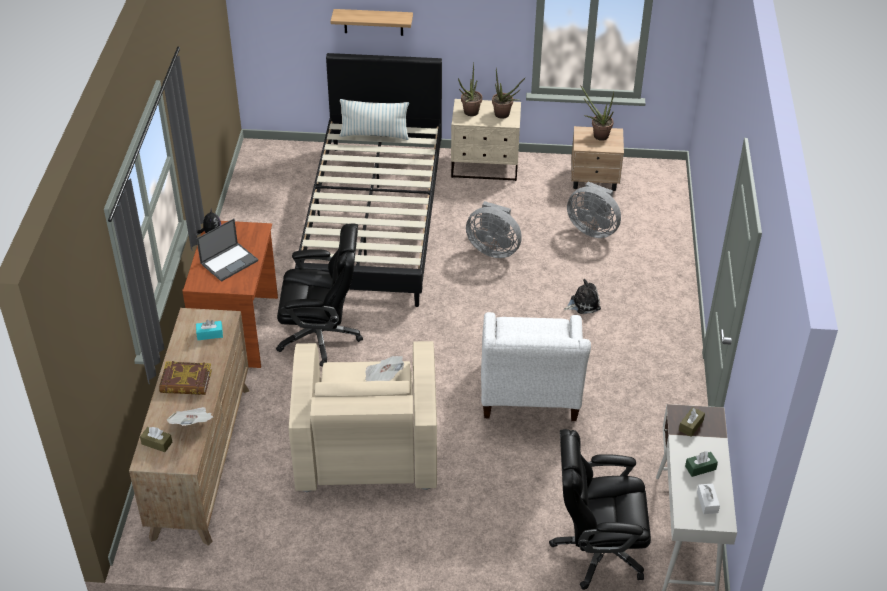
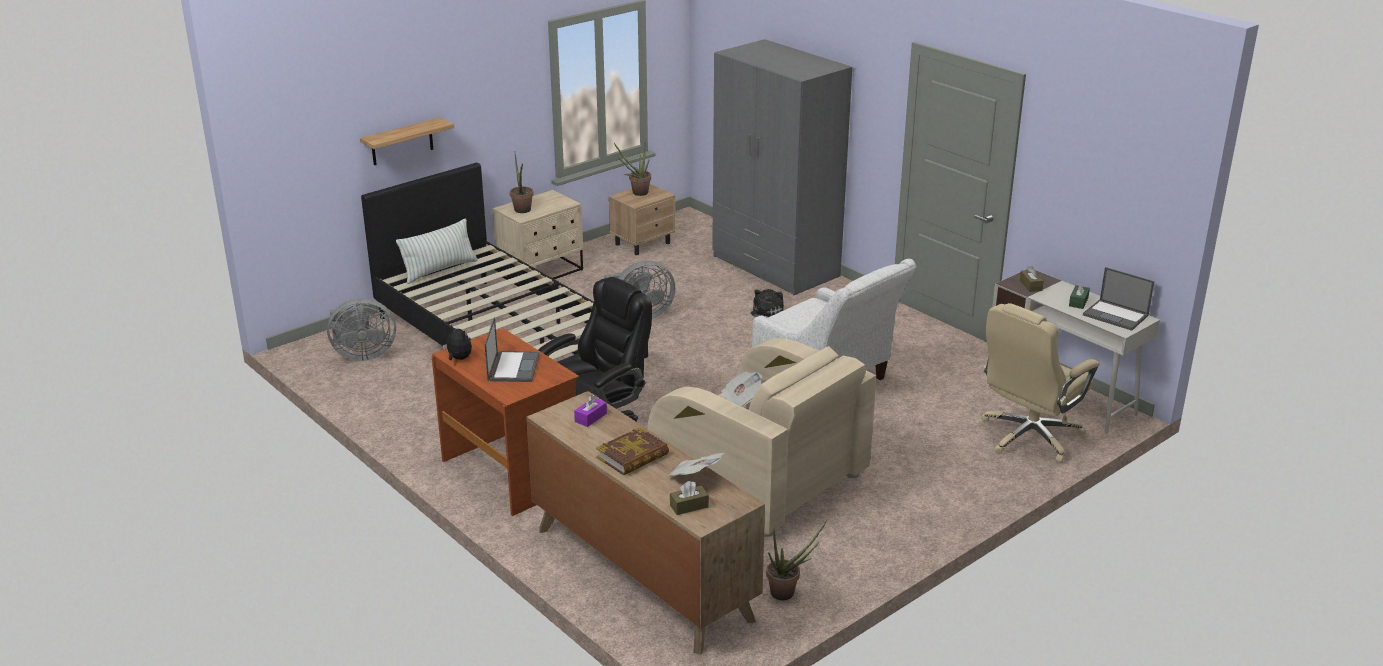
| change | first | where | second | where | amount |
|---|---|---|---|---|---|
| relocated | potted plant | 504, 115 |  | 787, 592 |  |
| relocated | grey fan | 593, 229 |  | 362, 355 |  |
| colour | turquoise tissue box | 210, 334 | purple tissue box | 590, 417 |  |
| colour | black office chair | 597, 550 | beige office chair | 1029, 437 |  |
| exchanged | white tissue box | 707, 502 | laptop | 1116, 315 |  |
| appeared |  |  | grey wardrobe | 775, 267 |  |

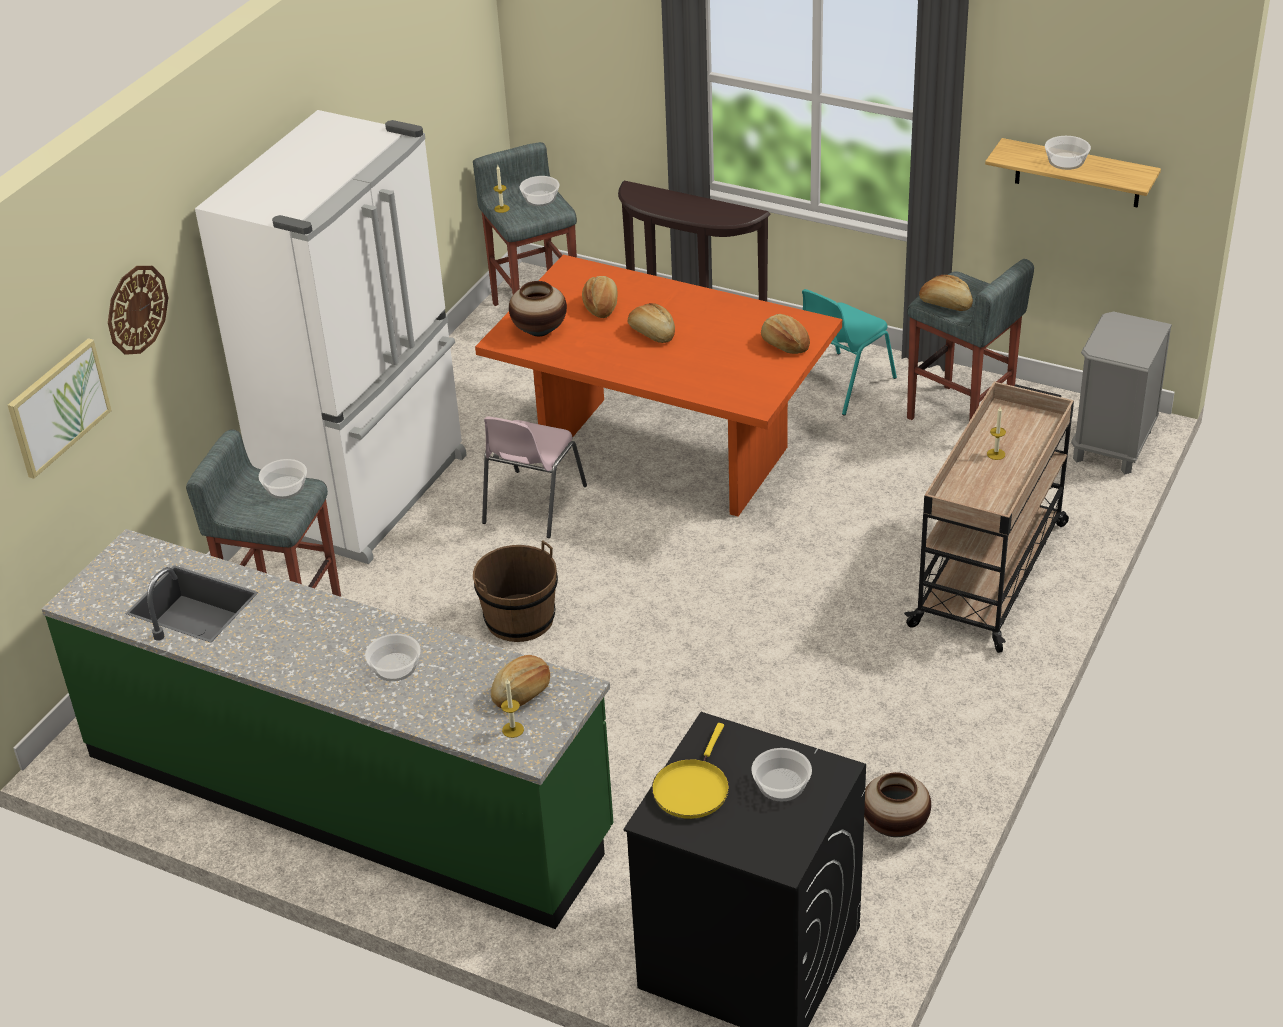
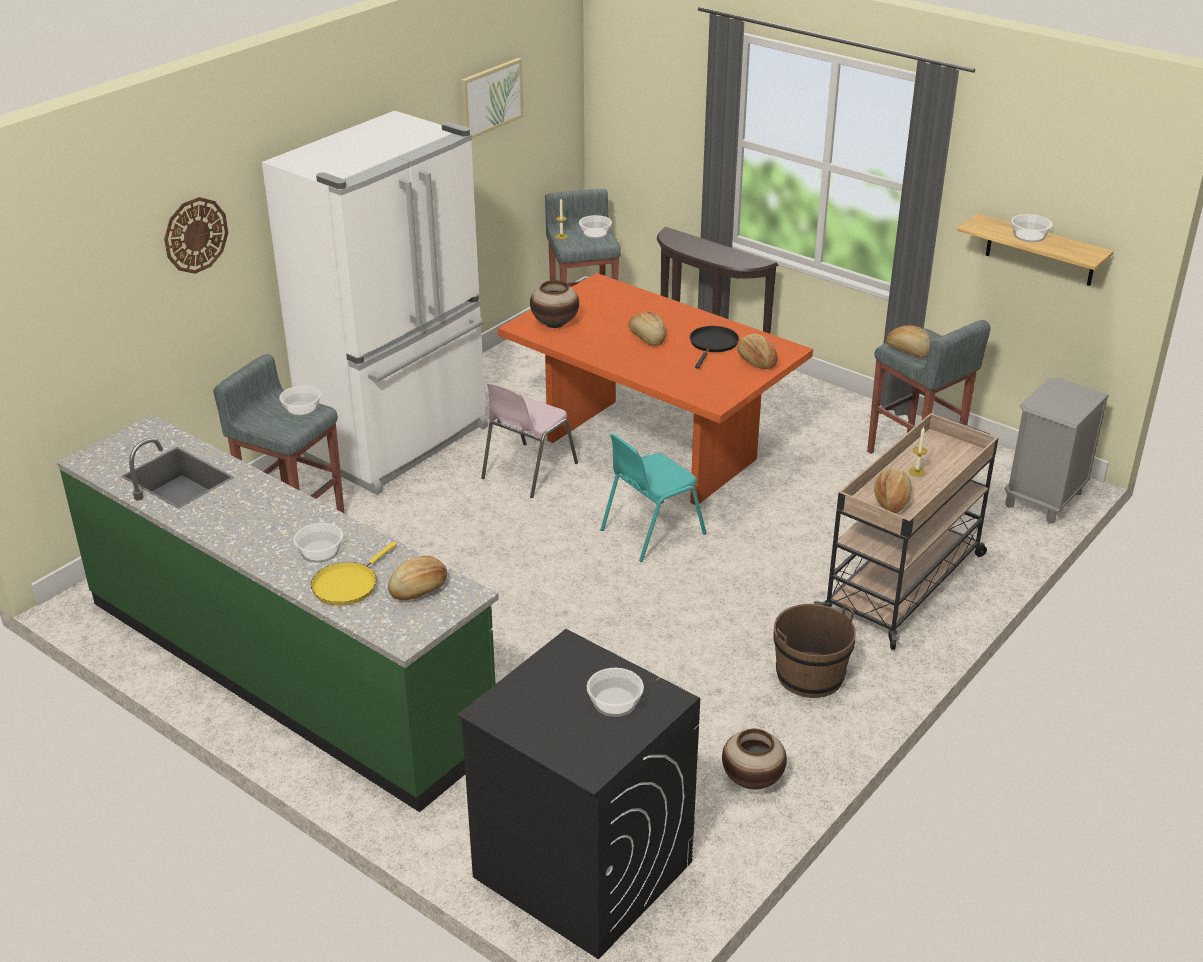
| change | first | where | second | where | amount |
|---|---|---|---|---|---|
| relocated | bread | 602, 306 |  | 892, 500 |  |
| relocated | turquoise chair | 840, 384 |  | 650, 532 |  |
| relocated | picture | 58, 407 |  | 491, 98 |  |
| relocated | brown bucket | 520, 619 |  | 810, 676 |  |
| missing | candle | 513, 729 |  |  |  |
| relocated | yellow frying pan | 692, 788 |  | 347, 585 |  |
| appeared |  |  | black frying pan | 713, 344 |  |

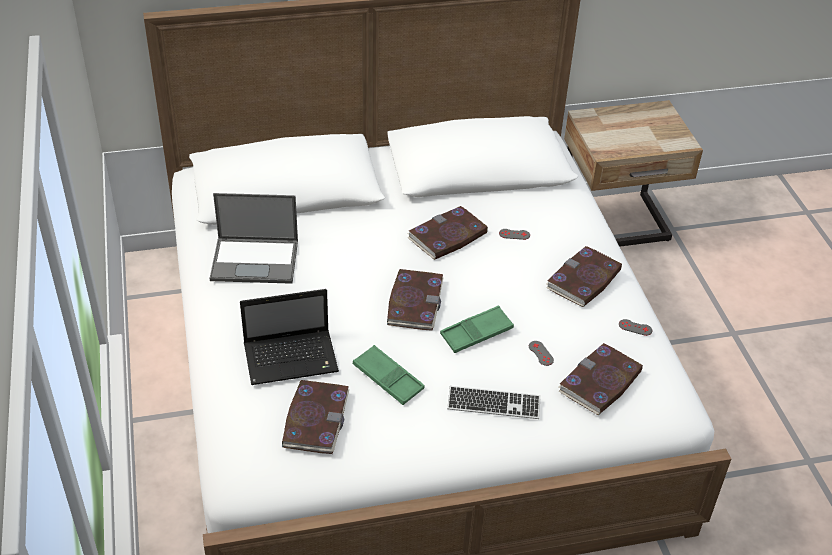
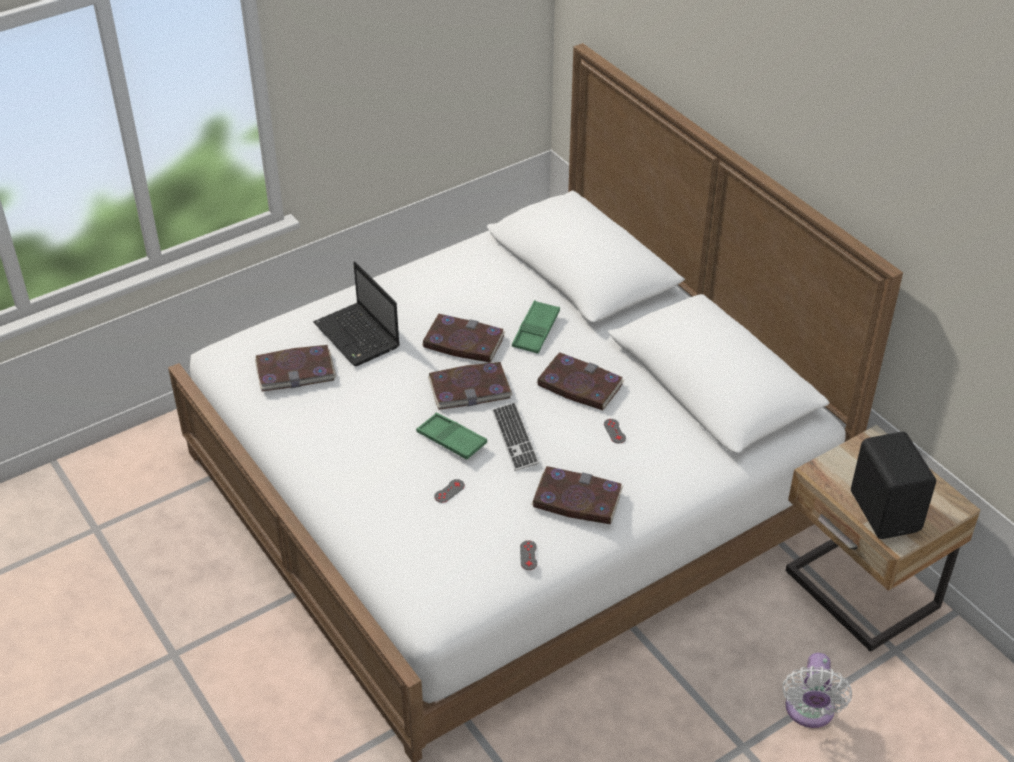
| change | first | where | second | where | amount |
|---|---|---|---|---|---|
| missing | laptop | 256, 260 |  |  |  |
| relocated | book | 600, 382 |  | 463, 342 |  |
| relocated | green tray | 388, 379 |  | 536, 331 |  |
| relocated | keyboard | 493, 404 |  | 515, 438 |  |
| appeared |  |  | black speaker | 886, 511 |  |
| appeared |  |  | white fan | 809, 712 |  |

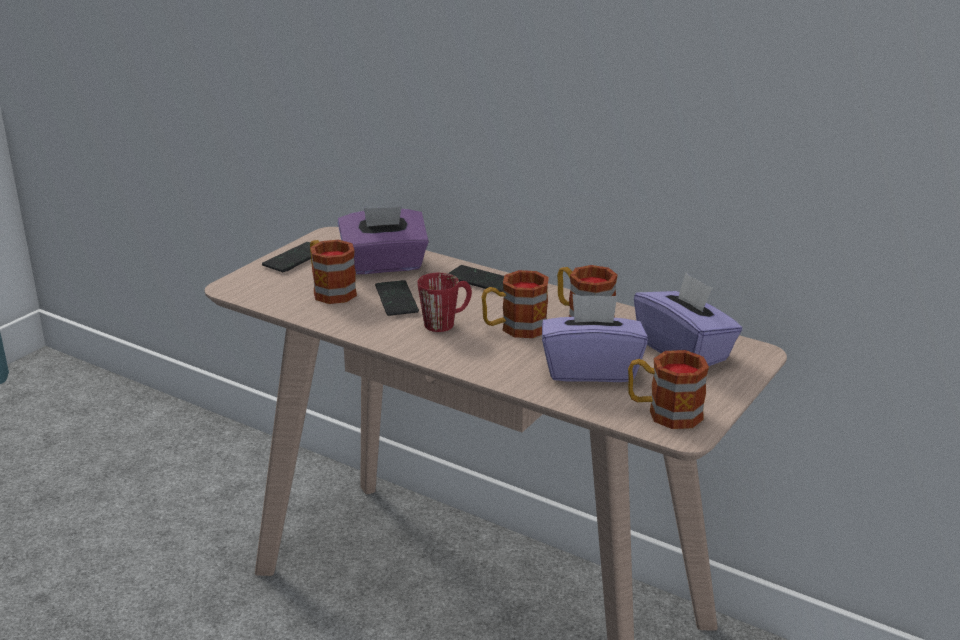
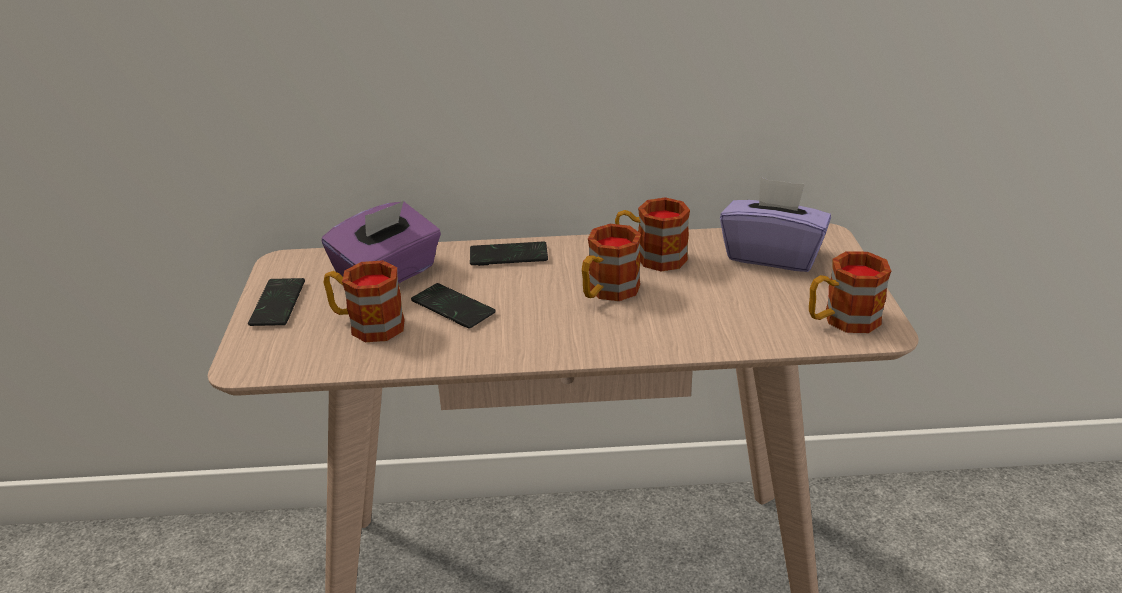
| change | first | where | second | where | amount |
|---|---|---|---|---|---|
| missing | red mug | 447, 322 |  |  |  |
| missing | purple tissue box | 591, 370 |  |  |  |

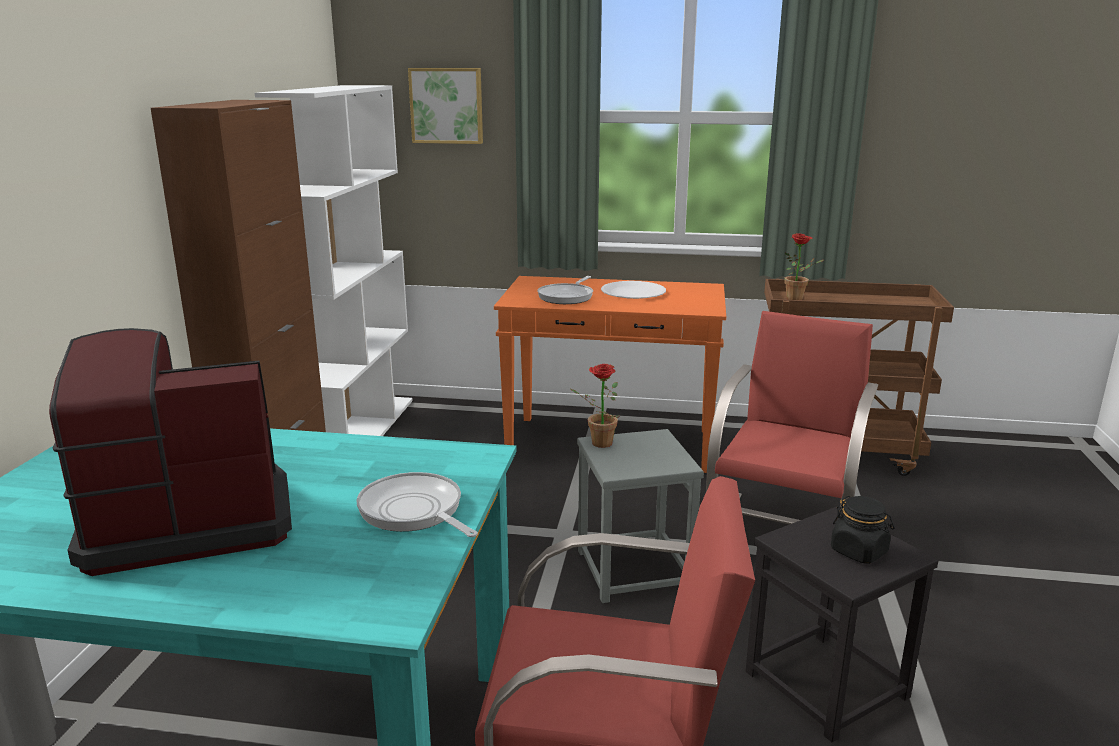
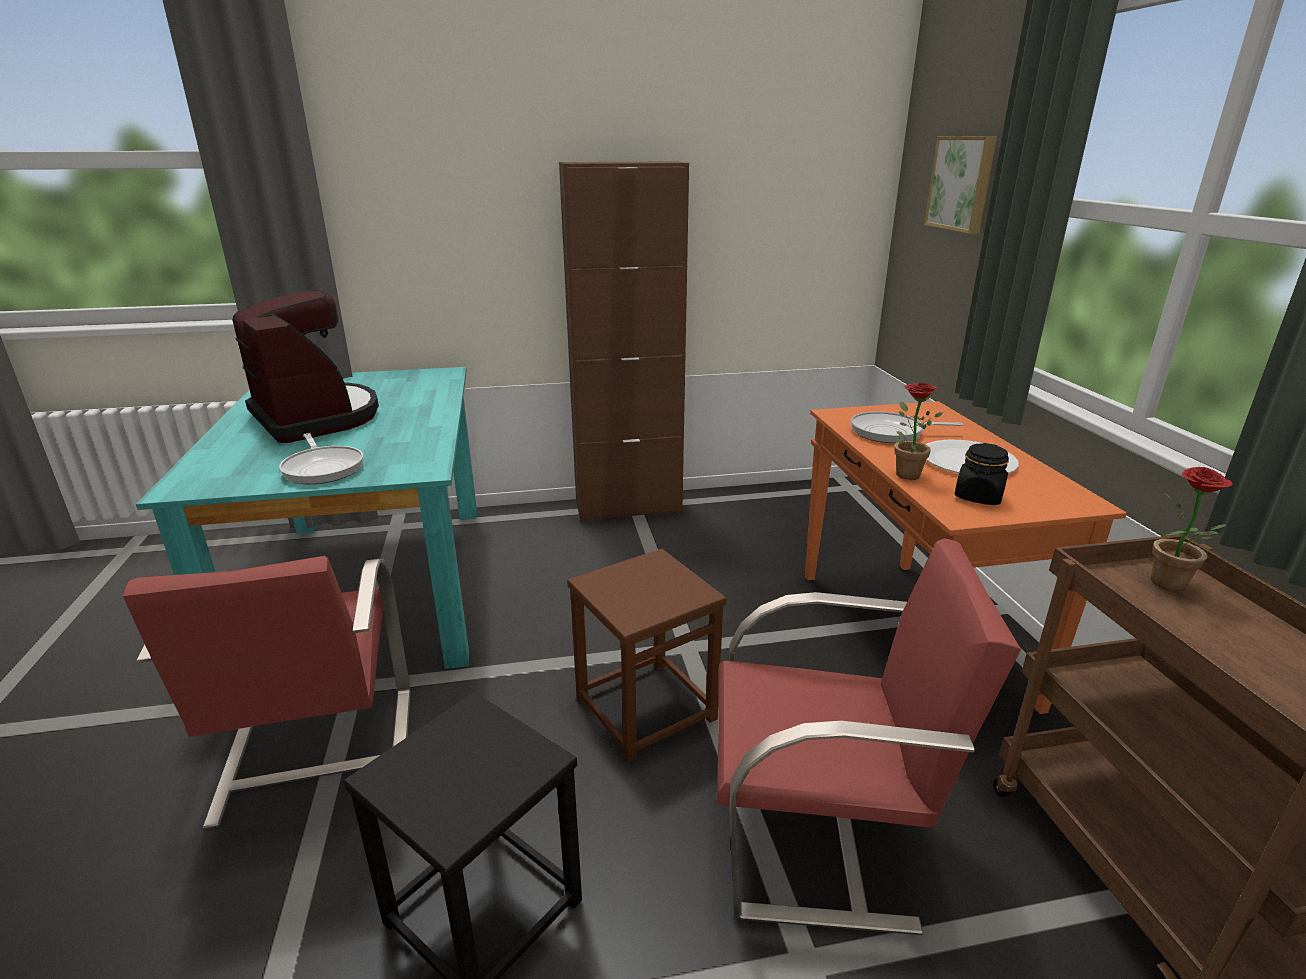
| change | first | where | second | where | amount |
|---|---|---|---|---|---|
| missing | white bookcase | 360, 431 |  |  |  |
| relocated | potted plant | 597, 443 |  | 904, 473 |  |
| colour | grey stool | 632, 570 | brown stool | 645, 708 |  |
| spun | frying pan | 414, 511 |  | 323, 468 | 120 degrees clockwise |
| relocated | black jar | 859, 551 |  | 978, 497 |  |

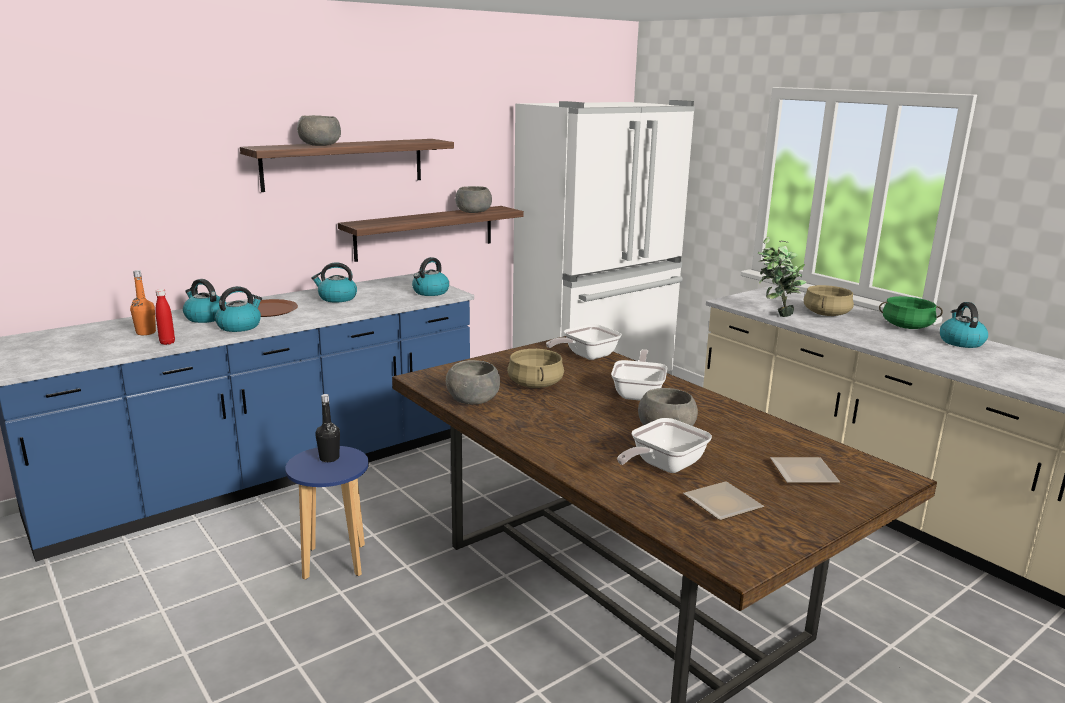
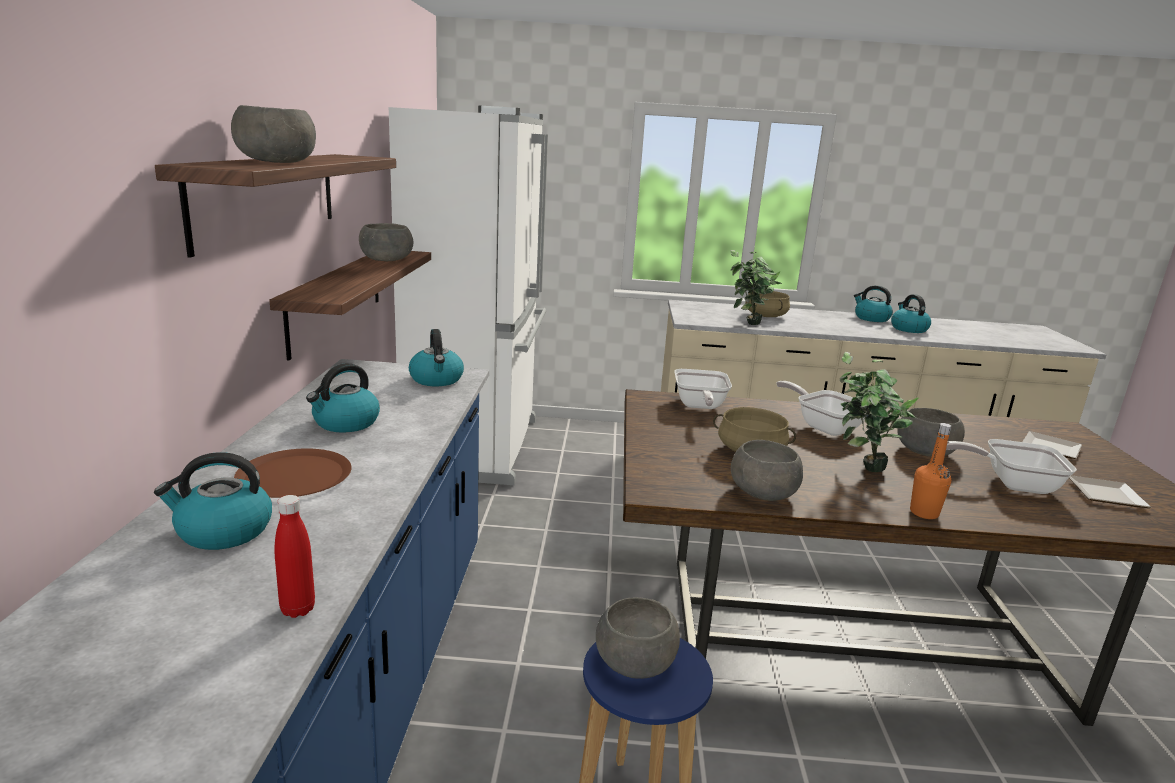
| change | first | where | second | where | amount |
|---|---|---|---|---|---|
| relocated | orange bottle | 146, 333 |  | 924, 513 |  |
| relocated | kettle | 239, 326 |  | 908, 329 |  |
| missing | green cooking pot | 906, 327 |  |  |  |
| exchanged | black bottle | 329, 458 | grey bowl | 634, 661 |  |
| spun | frying pan | 663, 466 |  | 1011, 483 | 105 degrees clockwise |
| appeared |  |  | potted plant | 860, 469 |  |

